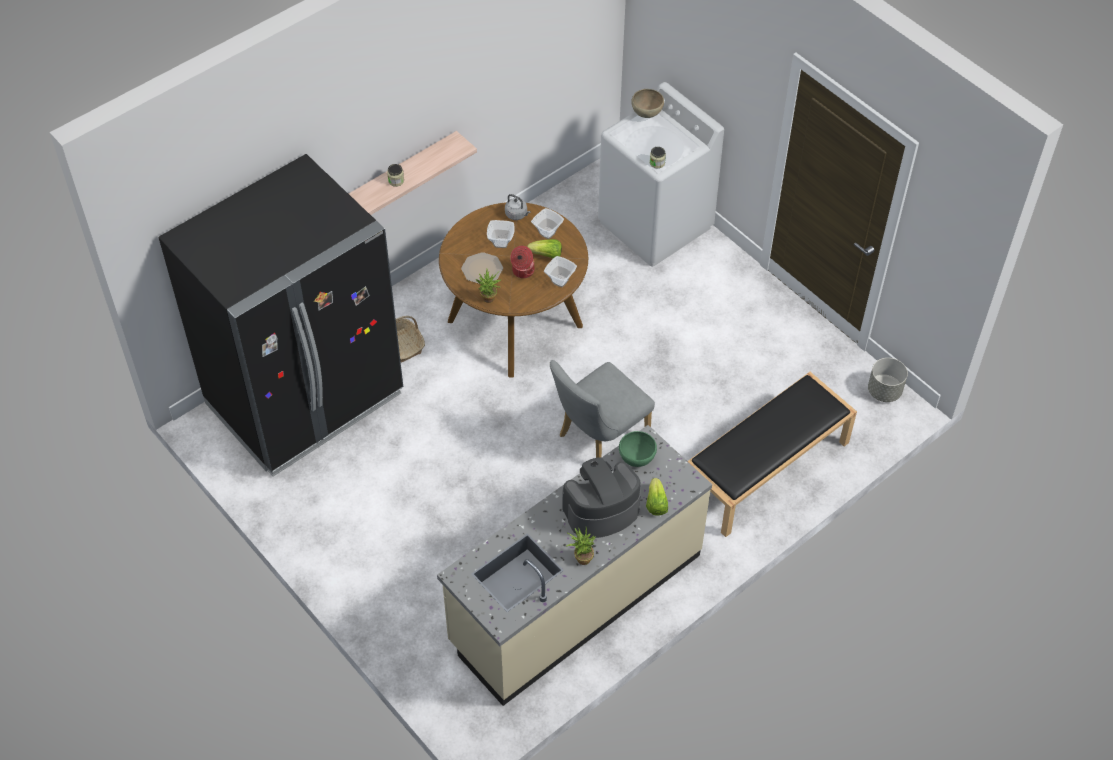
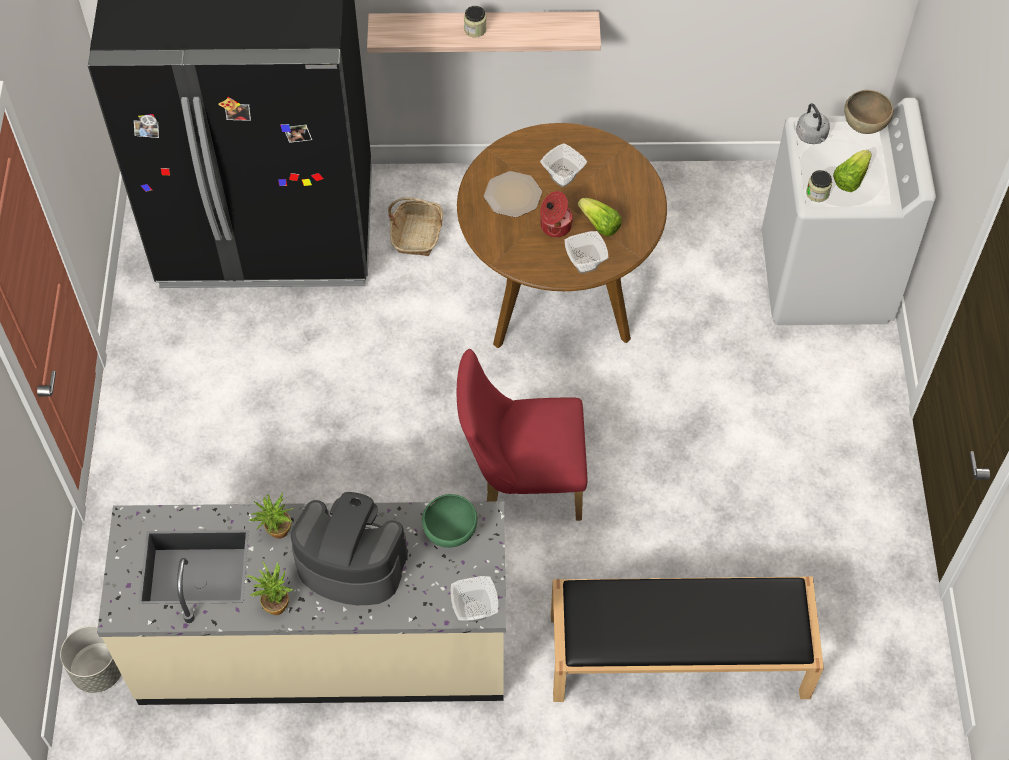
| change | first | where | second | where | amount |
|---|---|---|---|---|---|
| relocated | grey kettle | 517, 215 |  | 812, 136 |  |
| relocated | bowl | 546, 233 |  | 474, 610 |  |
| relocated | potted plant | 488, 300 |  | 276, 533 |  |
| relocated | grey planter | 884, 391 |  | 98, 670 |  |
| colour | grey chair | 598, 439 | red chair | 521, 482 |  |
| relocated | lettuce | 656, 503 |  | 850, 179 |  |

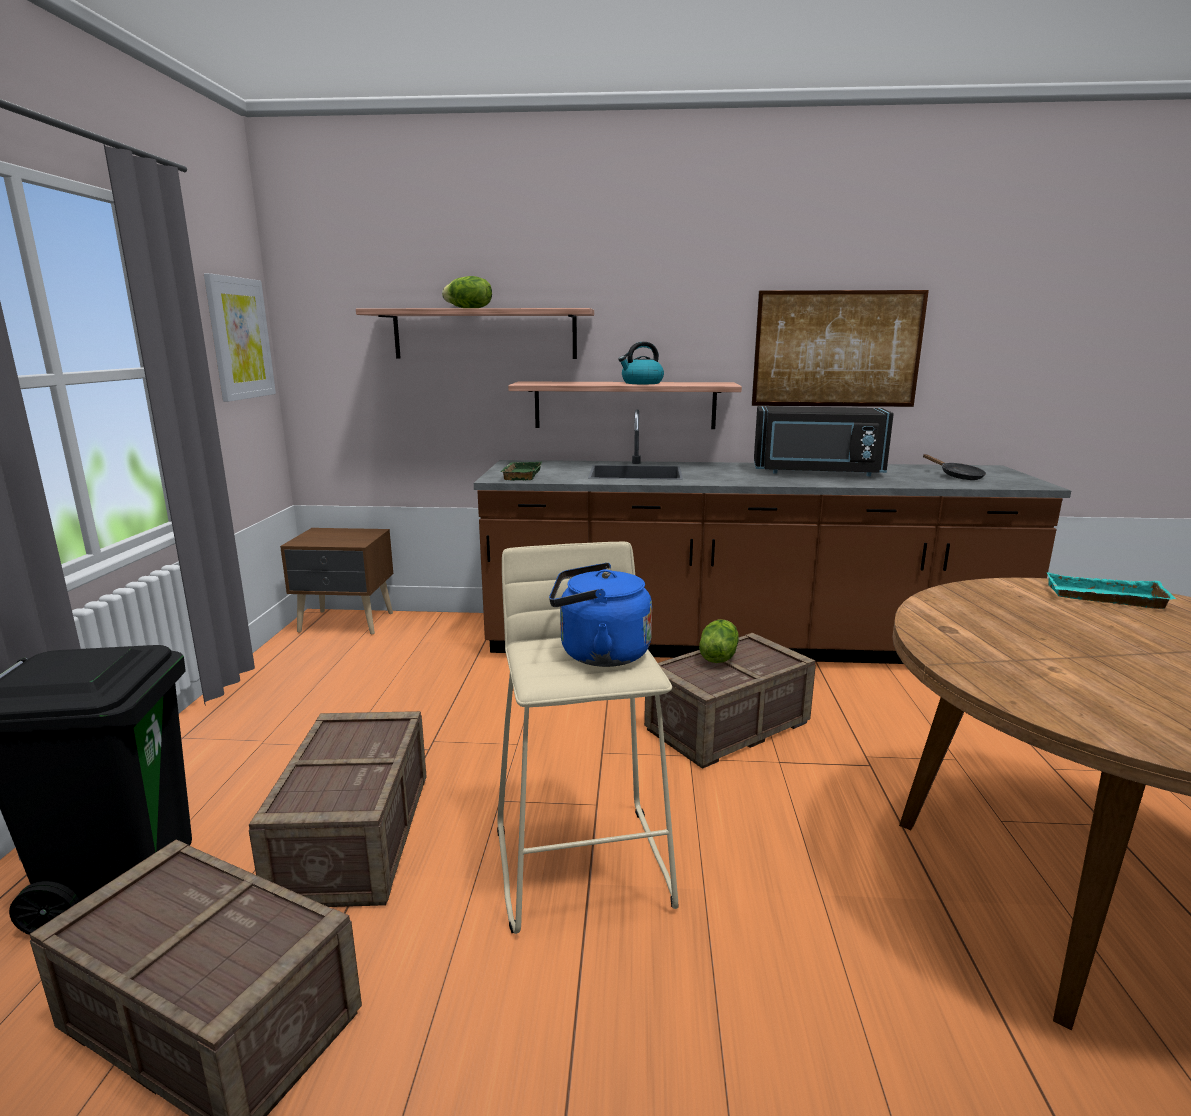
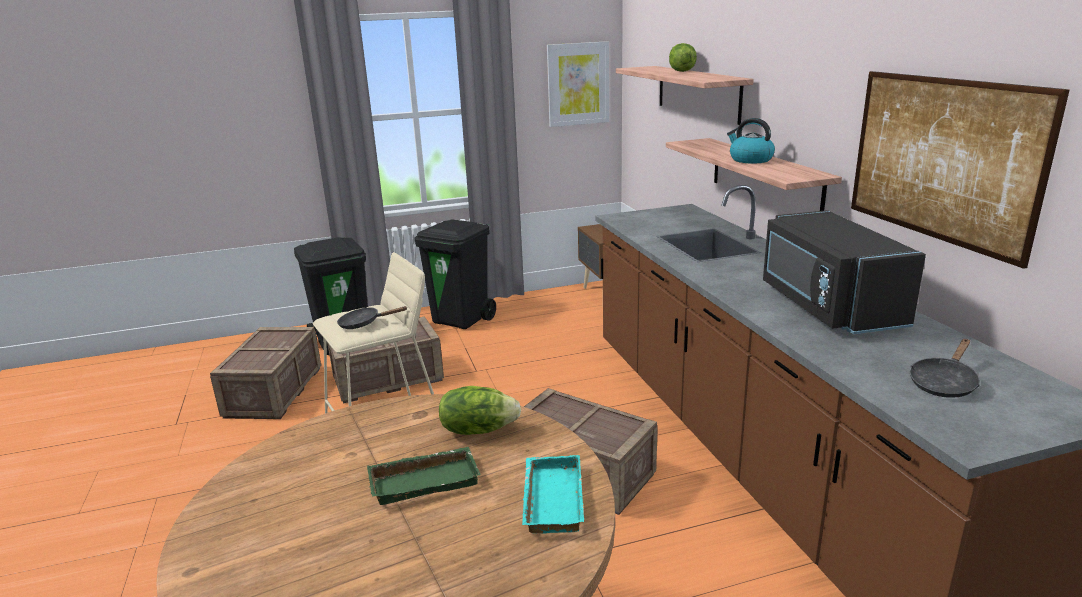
| change | first | where | second | where | amount |
|---|---|---|---|---|---|
| relocated | green tray | 520, 475 |  | 425, 480 |  |
| exchanged | blue kettle | 598, 654 | black frying pan | 364, 324 |  |
| relocated | lettuce | 717, 657 |  | 478, 429 |  |
| appeared |  |  | black trash can | 461, 320 |  |

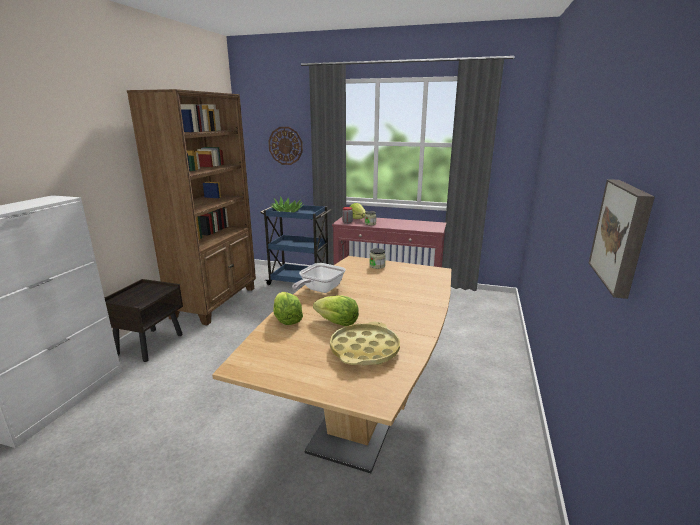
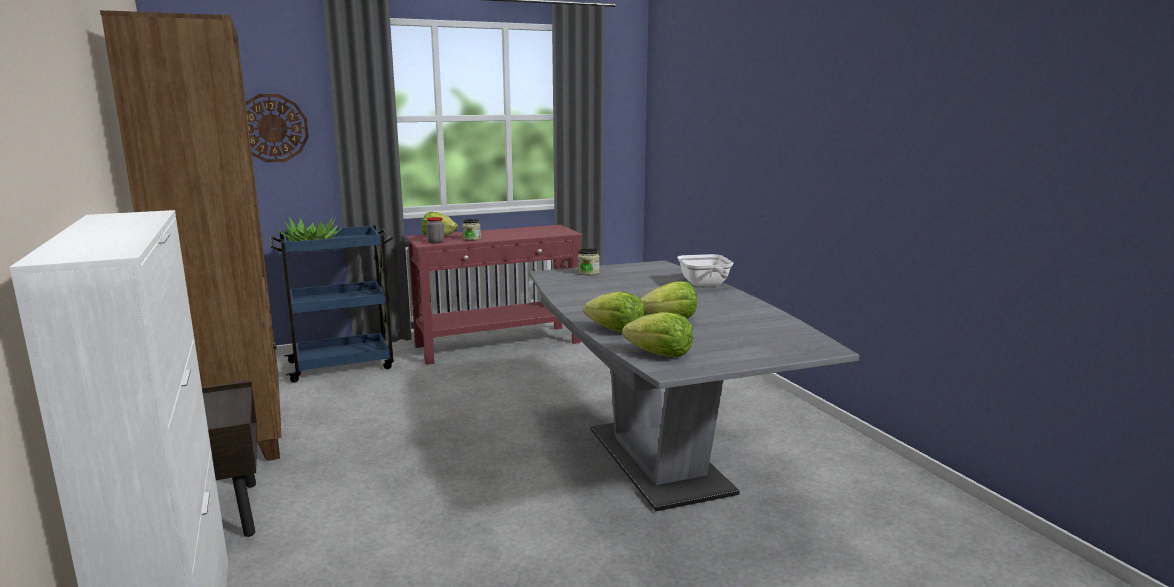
| change | first | where | second | where | amount |
|---|---|---|---|---|---|
| missing | picture | 623, 235 |  |  |  |
| colour | brown dining table | 360, 415 | grey dining table | 658, 460 |  |
| relocated | frying pan | 319, 290 |  | 705, 285 |  |
| missing | yellow tray | 364, 350 |  |  |  |
| appeared |  |  | lettuce | 660, 354 |  |

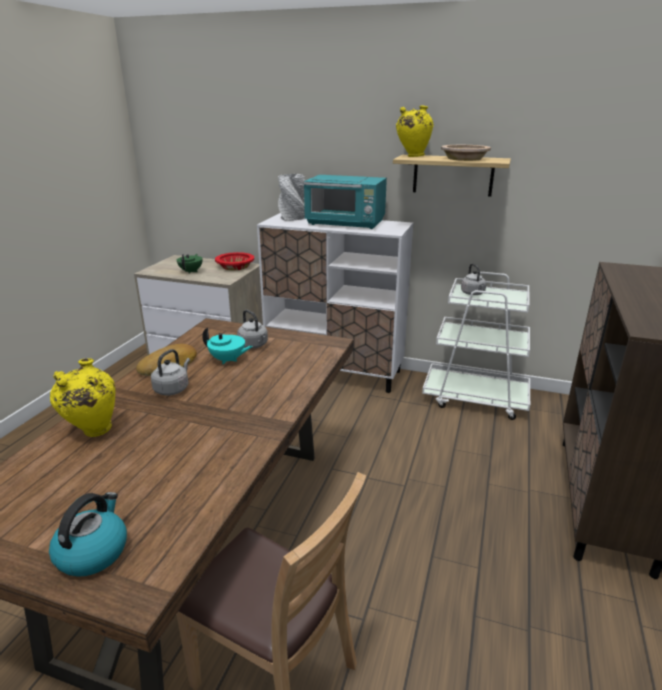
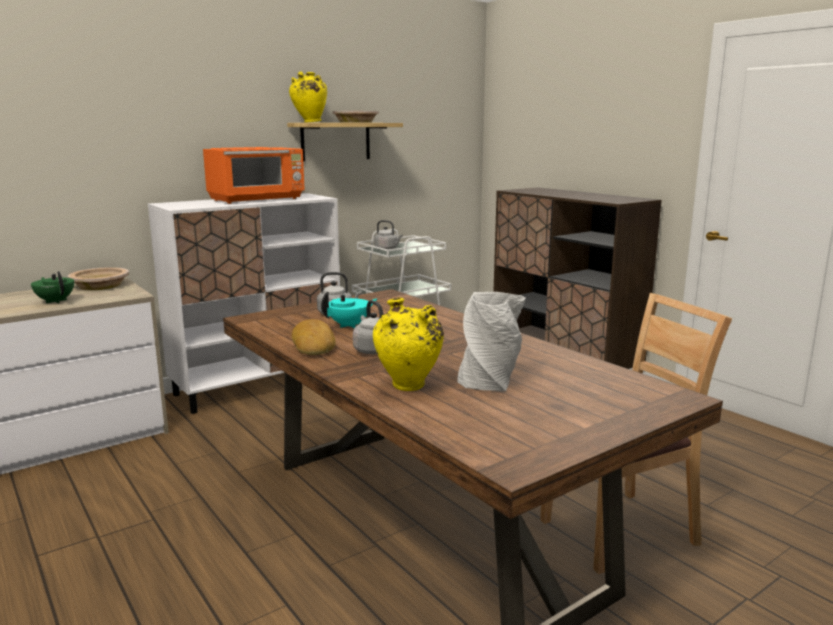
| change | first | where | second | where | amount |
|---|---|---|---|---|---|
| relocated | grey vase | 293, 218 |  | 490, 382 |  |
| colour | turquoise microwave | 346, 223 | orange microwave | 257, 199 |  |
| colour | red bowl | 235, 266 | beige bowl | 100, 285 |  |
| missing | kettle | 93, 552 |  |  |  |

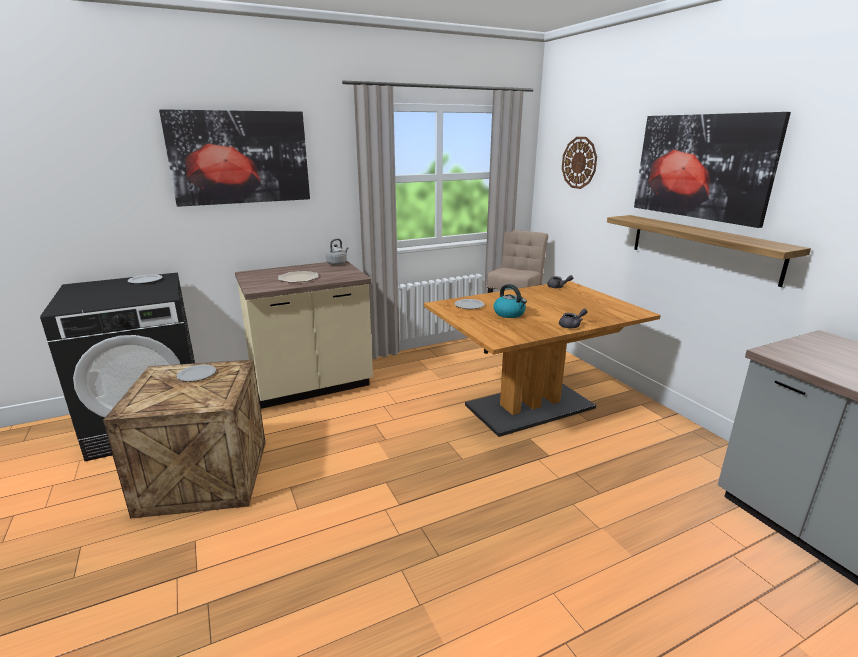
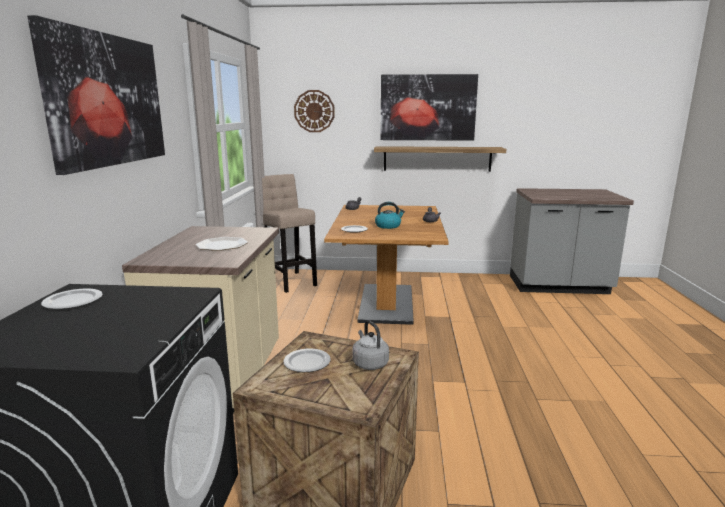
| change | first | where | second | where | amount |
|---|---|---|---|---|---|
| relocated | grey kettle | 337, 263 |  | 369, 363 |  |

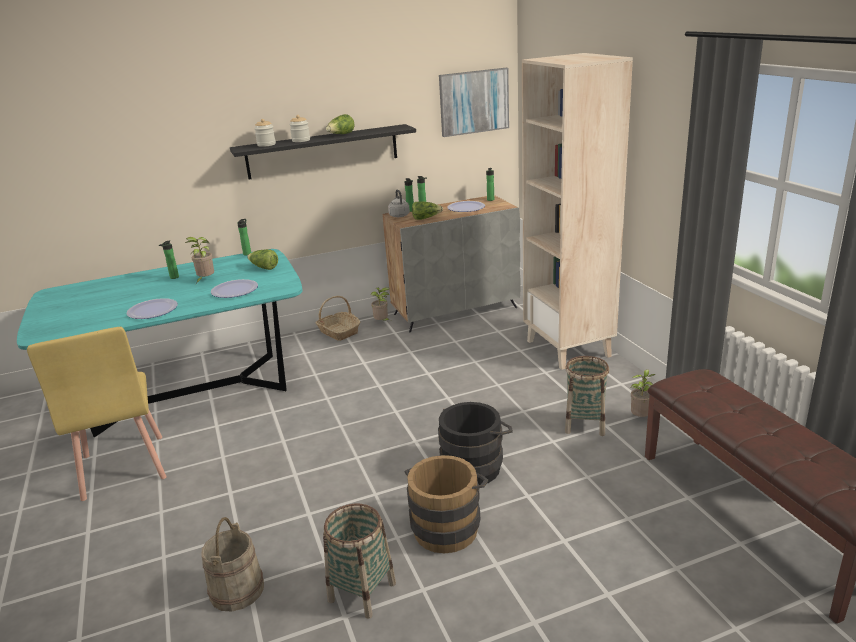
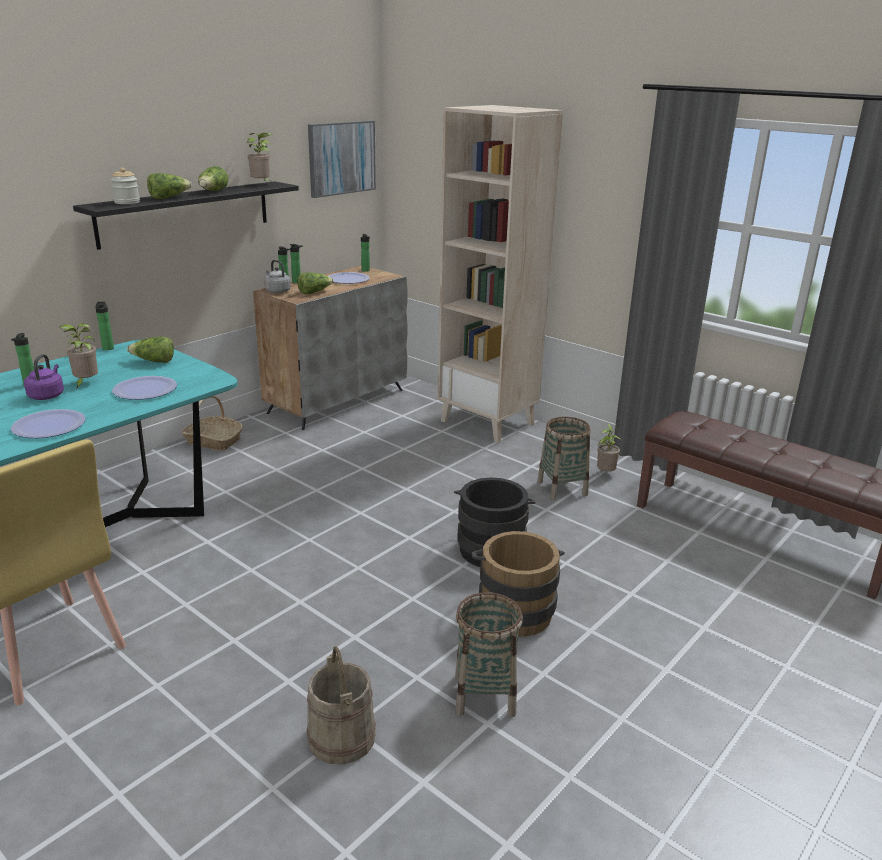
| change | first | where | second | where | amount |
|---|---|---|---|---|---|
| exchanged | jar | 301, 140 | lettuce | 169, 197 |  |
| relocated | potted plant | 382, 322 |  | 262, 184 |  |
| appeared |  |  | purple kettle | 47, 395 |  |

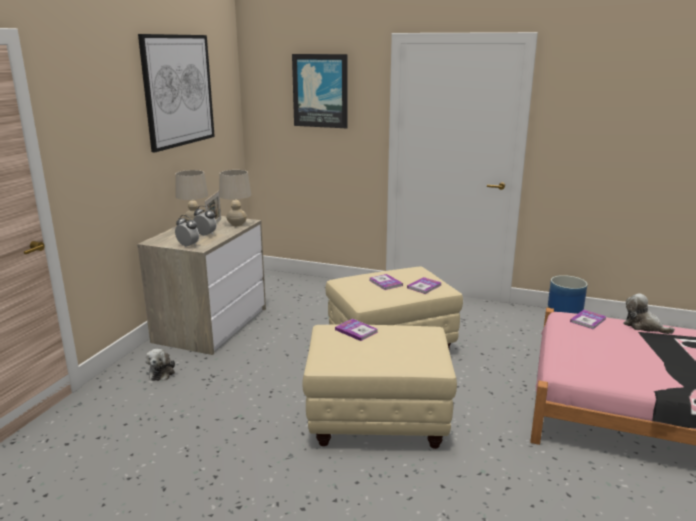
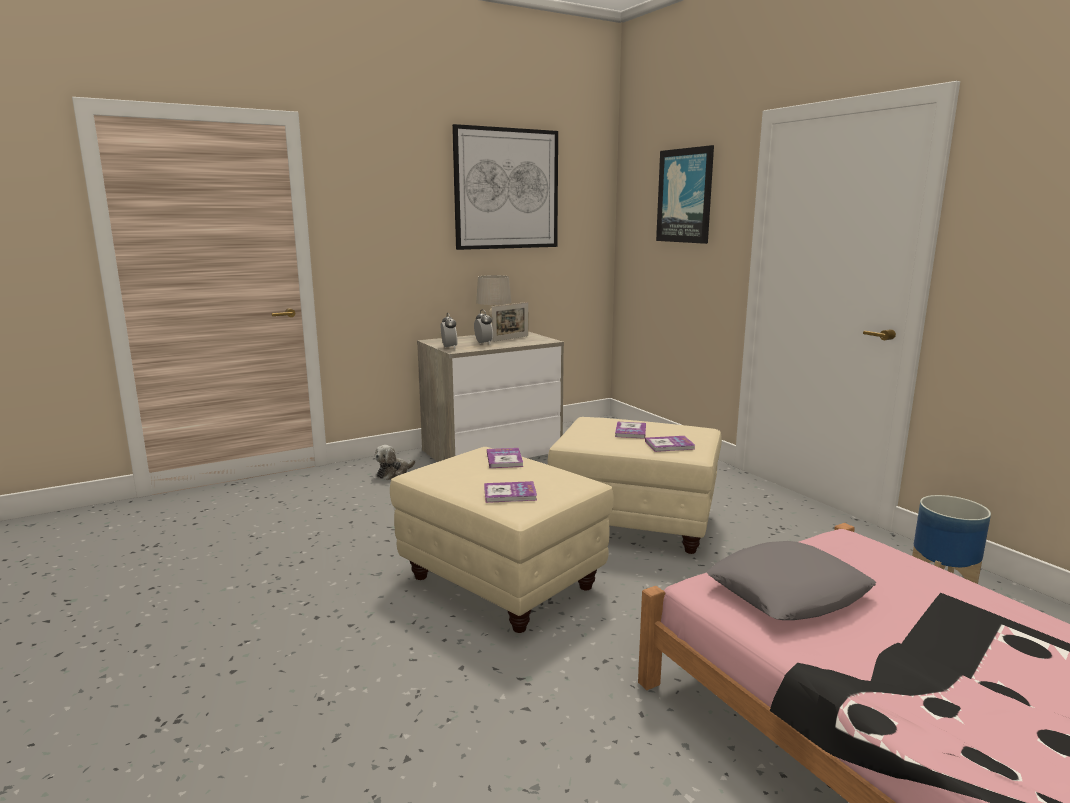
| change | first | where | second | where | amount |
|---|---|---|---|---|---|
| missing | beige table lamp | 237, 224 |  |  |  |
| missing | plush toy | 643, 326 |  |  |  |
| relocated | book | 588, 320 |  | 510, 494 |  |
| appeared |  |  | grey pillow | 788, 592 |  |

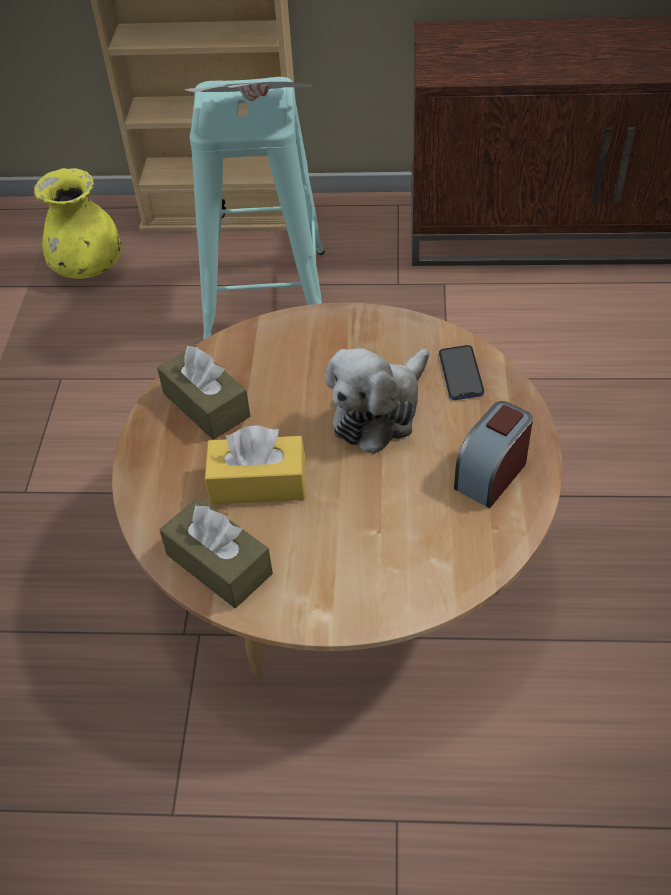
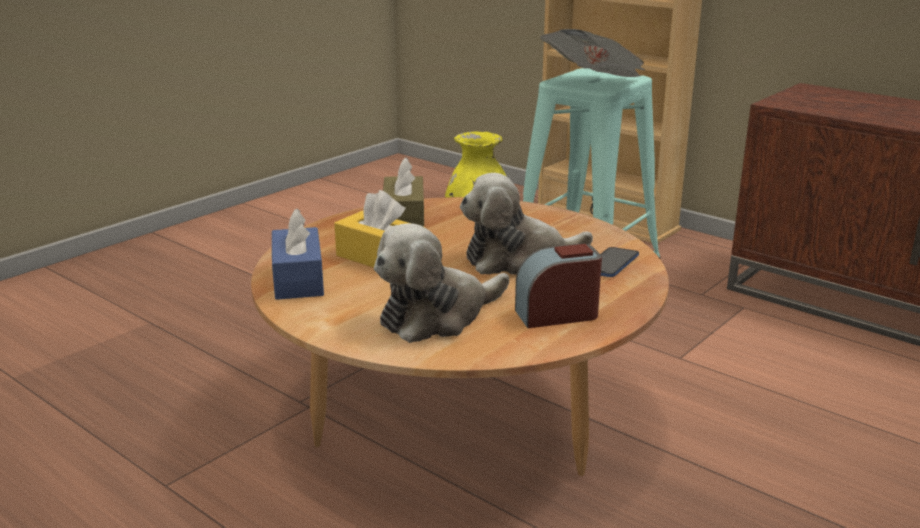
| change | first | where | second | where | amount |
|---|---|---|---|---|---|
| colour | brown tissue box | 219, 564 | blue tissue box | 298, 279 |  |
| appeared |  |  | plush toy | 437, 316 |  |

